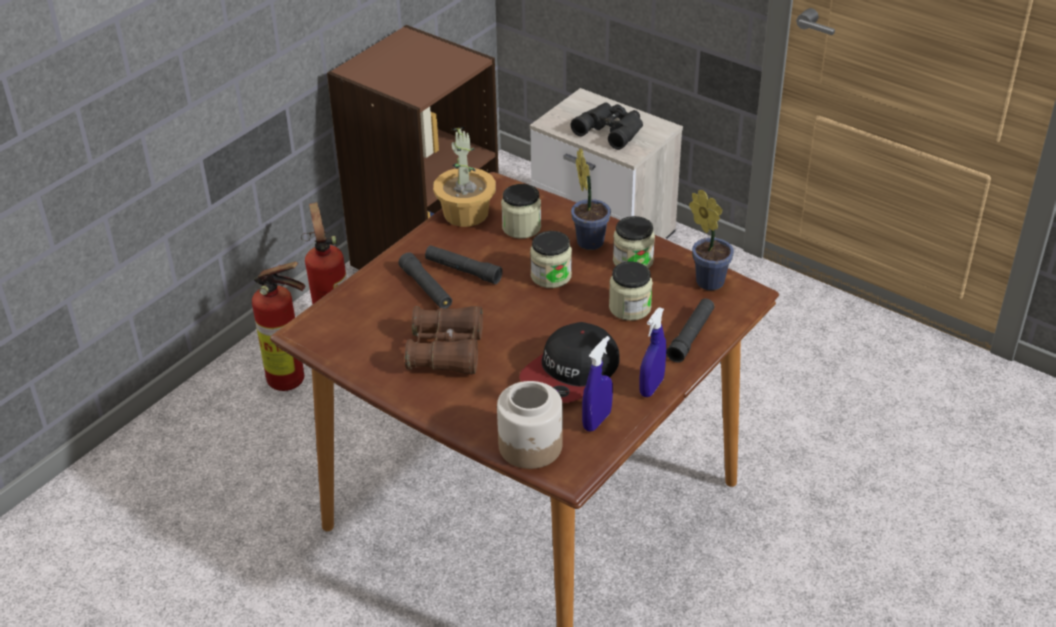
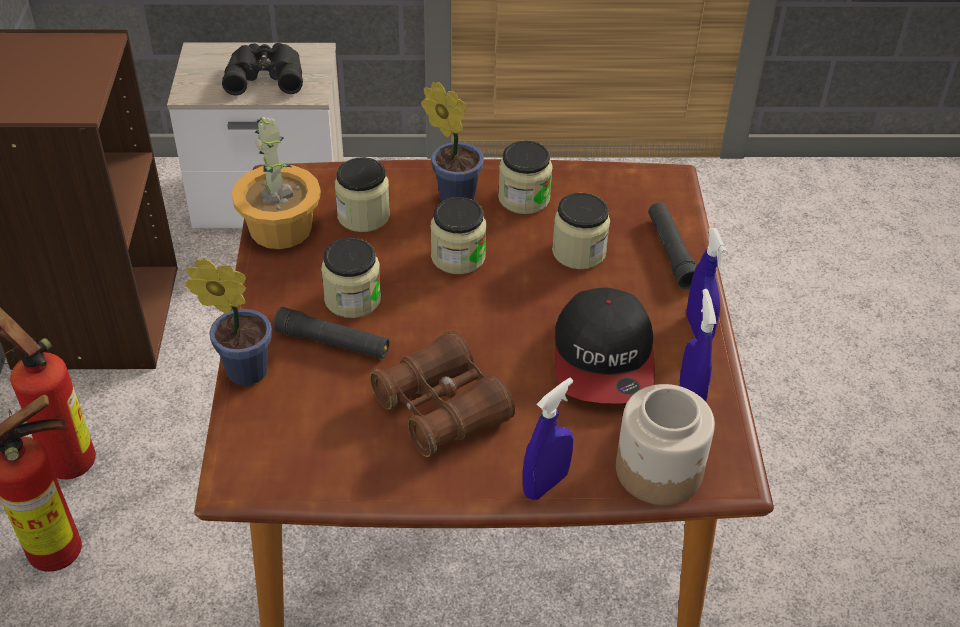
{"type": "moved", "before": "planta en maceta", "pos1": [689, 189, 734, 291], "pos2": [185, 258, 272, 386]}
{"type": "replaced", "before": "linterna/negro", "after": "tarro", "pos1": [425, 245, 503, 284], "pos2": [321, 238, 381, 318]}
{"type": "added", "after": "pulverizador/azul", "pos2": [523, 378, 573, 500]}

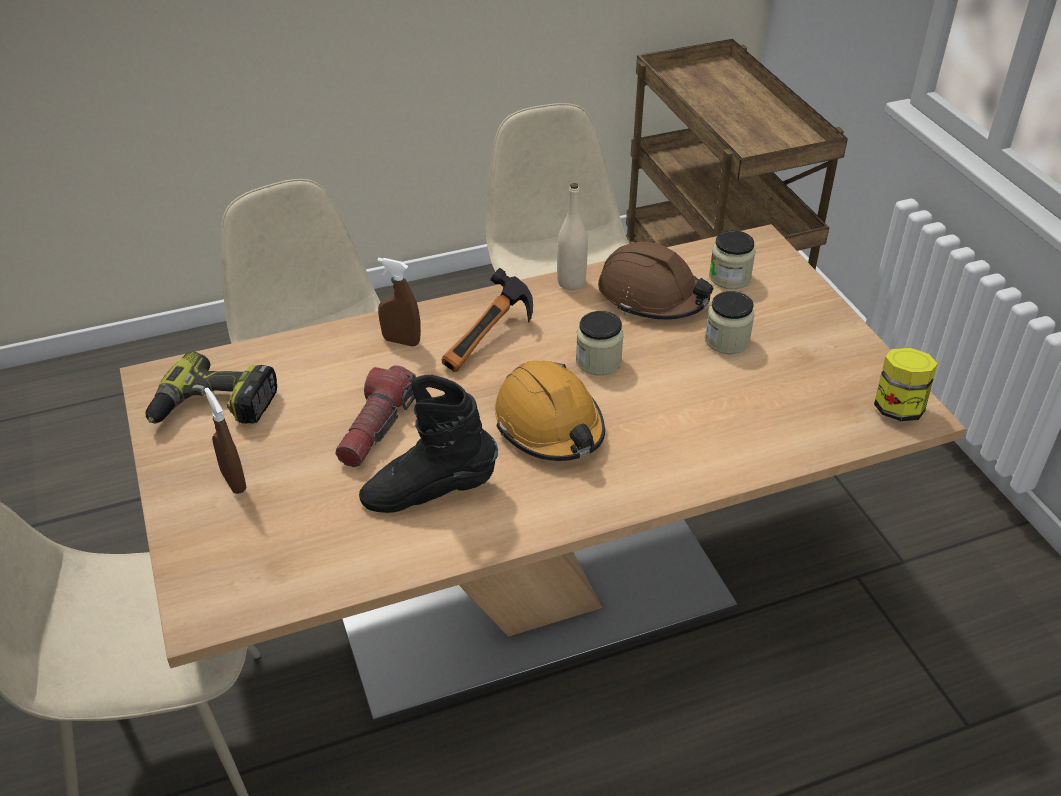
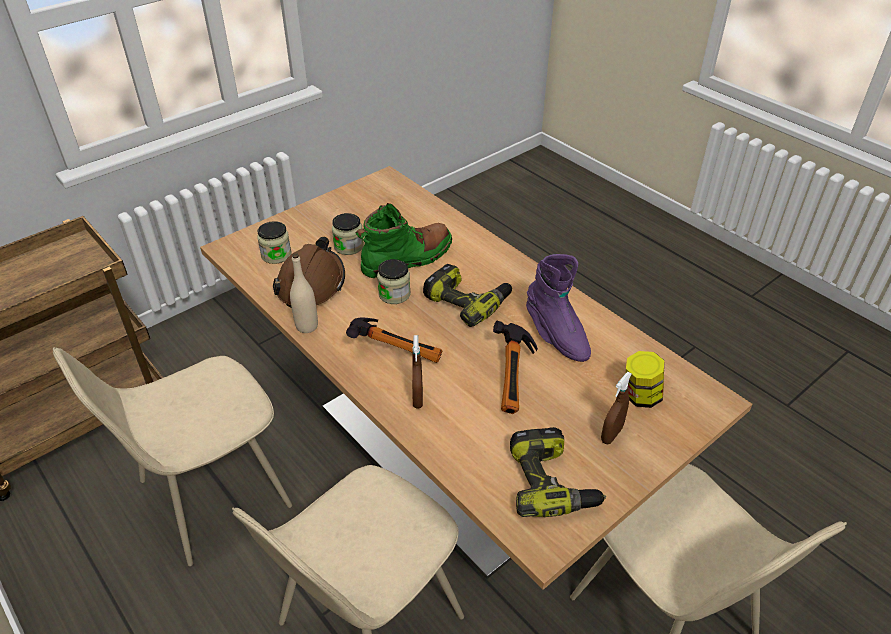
{"type": "added", "after": "bota/verde", "pos2": [355, 203, 452, 278]}
{"type": "replaced", "before": "casco/naranja", "after": "taladro", "pos1": [495, 361, 605, 461], "pos2": [423, 264, 512, 327]}
{"type": "replaced", "before": "linterna", "after": "martillo", "pos1": [335, 365, 416, 467], "pos2": [493, 321, 538, 414]}
{"type": "recoloured", "before": "bota/negro", "after": "bota/morado", "pos1": [359, 375, 498, 513], "pos2": [526, 254, 591, 362]}
{"type": "moved", "before": "tarro", "pos1": [874, 348, 938, 421], "pos2": [626, 351, 664, 408]}

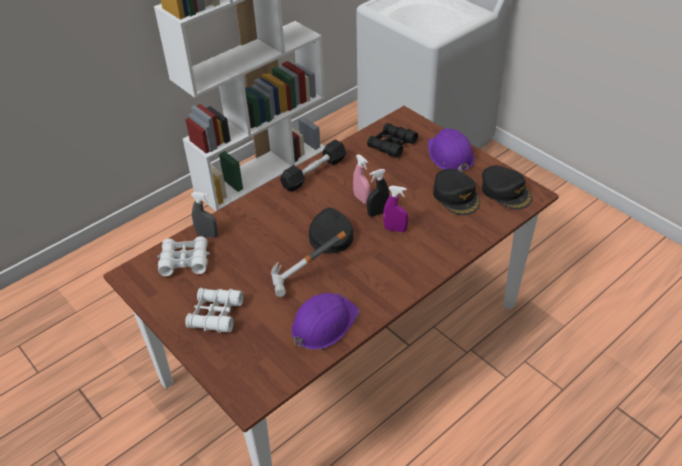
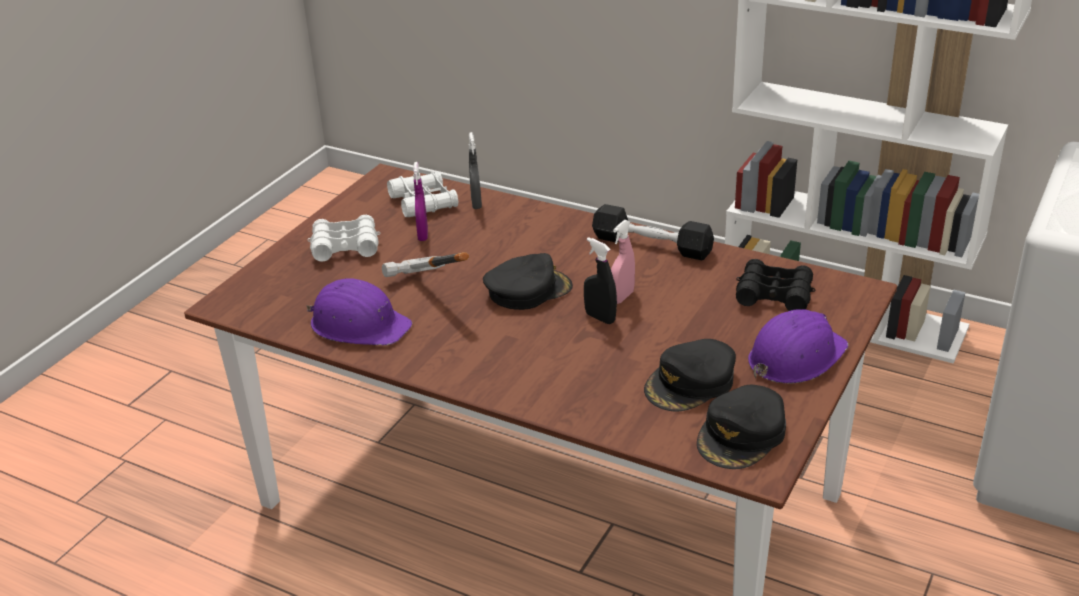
{"type": "moved", "before": "pulverizador/morado", "pos1": [383, 186, 408, 232], "pos2": [413, 162, 428, 241]}

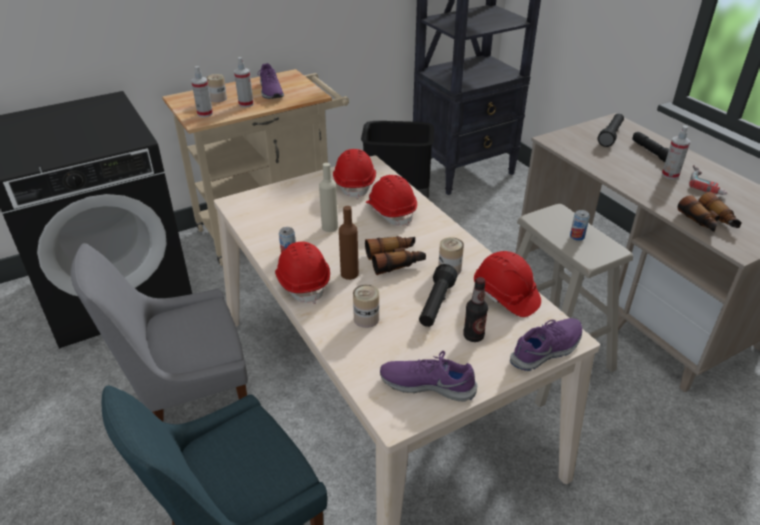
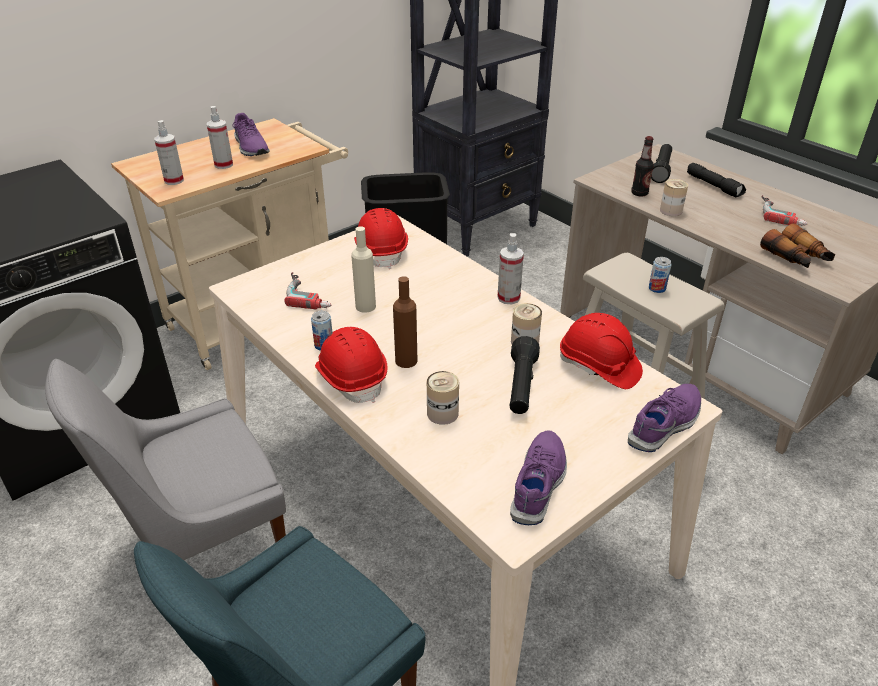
{"type": "added", "after": "taladro", "pos2": [284, 272, 331, 309]}
{"type": "moved", "before": "pulverizador", "pos1": [662, 125, 690, 179], "pos2": [497, 233, 524, 304]}
{"type": "turned", "before": "zapato/morado", "pos1": [380, 351, 477, 402], "pos2": [510, 430, 567, 525], "turn": 105}
{"type": "moved", "before": "botella", "pos1": [463, 277, 488, 342], "pos2": [631, 136, 654, 196]}
{"type": "moved", "before": "lata", "pos1": [207, 74, 227, 102], "pos2": [660, 179, 688, 216]}
{"type": "removed", "before": "prismáticos", "pos1": [365, 236, 426, 275]}
{"type": "removed", "before": "casco/rojo", "pos1": [366, 175, 417, 226]}

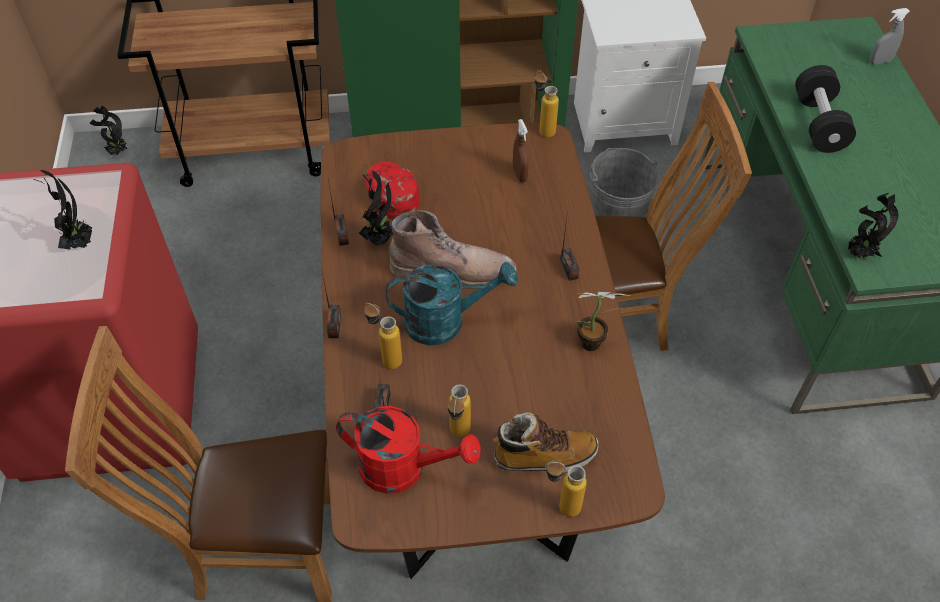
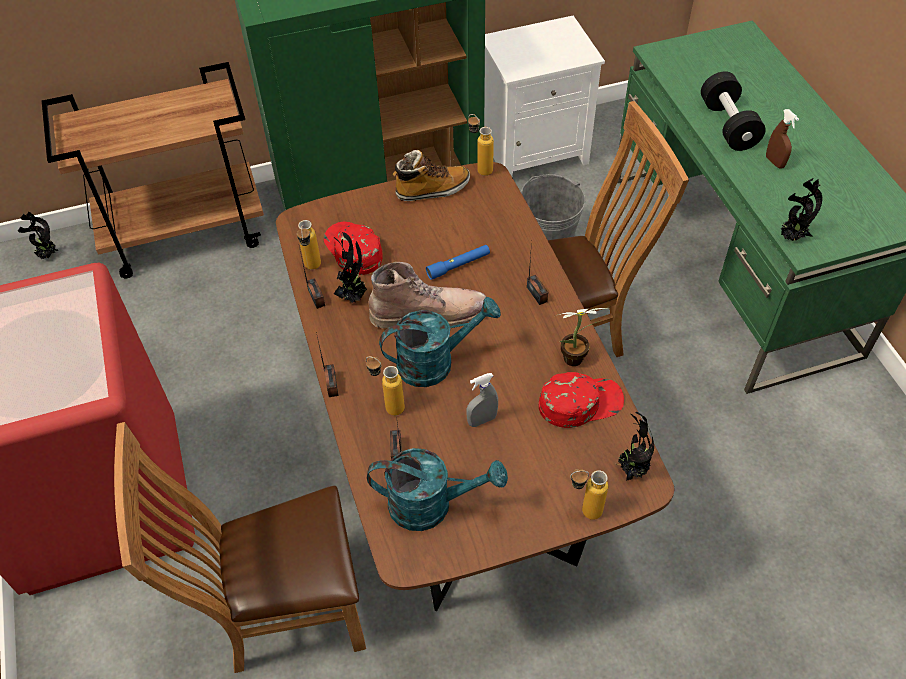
{"type": "moved", "before": "botella", "pos1": [448, 385, 471, 437], "pos2": [297, 220, 321, 270]}
{"type": "recoloured", "before": "regadera/rojo", "after": "regadera/turquesa", "pos1": [336, 406, 481, 494], "pos2": [367, 448, 508, 531]}
{"type": "moved", "before": "bota", "pos1": [493, 412, 598, 473], "pos2": [392, 150, 470, 201]}
{"type": "added", "after": "linterna/azul", "pos2": [426, 245, 490, 280]}
{"type": "moved", "before": "pulverizador/gris", "pos1": [870, 8, 910, 64], "pos2": [466, 373, 498, 427]}
{"type": "added", "after": "gorra/rojo", "pos2": [539, 372, 624, 428]}
{"type": "moved", "before": "planta en maceta", "pos1": [33, 170, 92, 249], "pos2": [617, 412, 654, 481]}
{"type": "moved", "before": "pulverizador/marrón", "pos1": [513, 119, 529, 182], "pos2": [766, 109, 799, 169]}

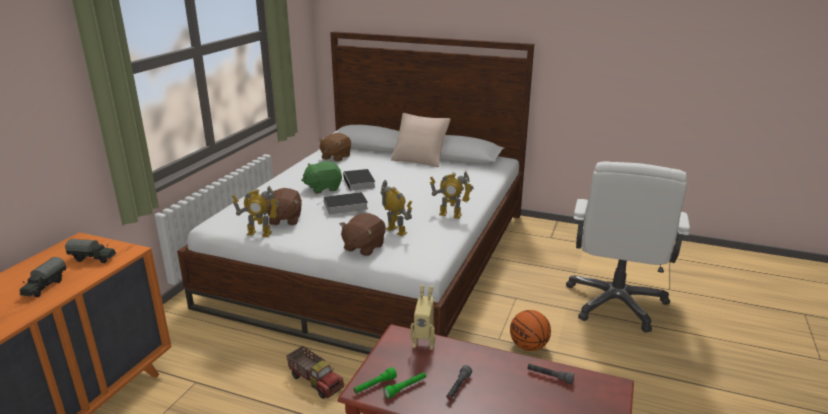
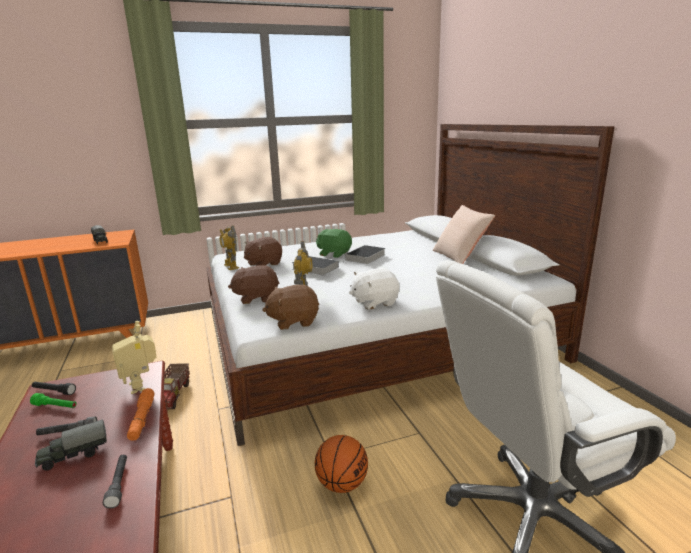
{"type": "recoloured", "before": "linterna/verde", "after": "linterna/negro", "pos1": [354, 367, 397, 393], "pos2": [32, 382, 76, 395]}
{"type": "moved", "before": "camión de juguete", "pos1": [19, 257, 67, 297], "pos2": [35, 419, 107, 471]}
{"type": "added", "after": "linterna/naranja", "pos2": [127, 388, 154, 441]}
{"type": "moved", "before": "peluche/marrón", "pos1": [318, 133, 351, 162], "pos2": [262, 285, 319, 330]}
{"type": "replaced", "before": "robot de juguete", "after": "peluche/blanco", "pos1": [430, 171, 474, 219], "pos2": [349, 268, 399, 310]}

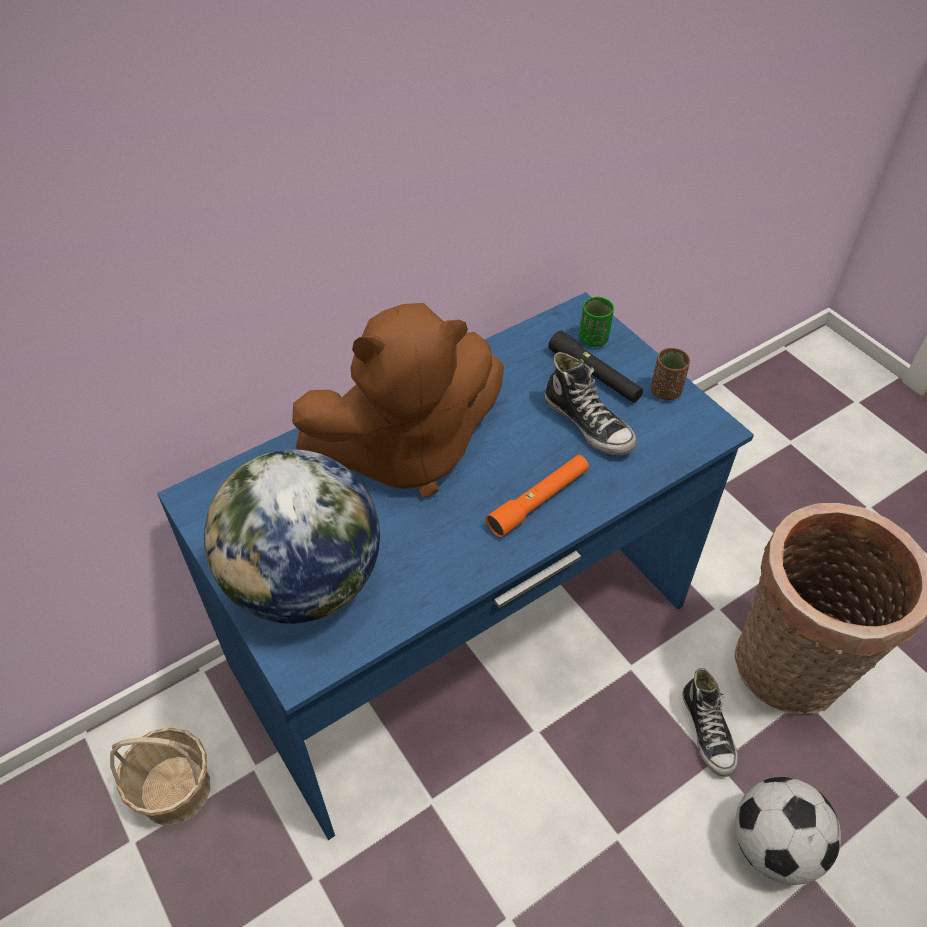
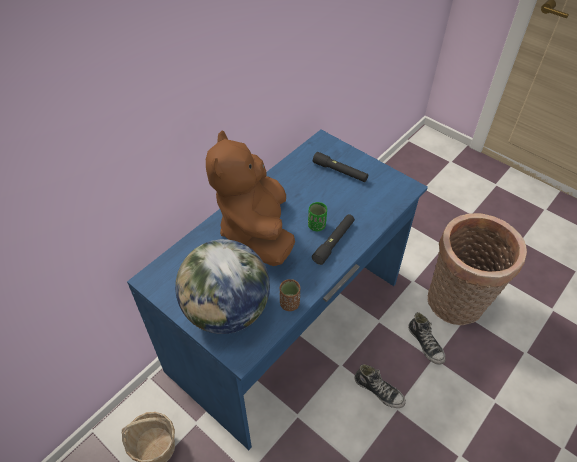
{"type": "turned", "before": "peluche/marrón", "pos1": [292, 303, 504, 497], "pos2": [206, 130, 295, 266], "turn": 120}
{"type": "moved", "before": "taza/marrón", "pos1": [651, 348, 690, 400], "pos2": [280, 279, 300, 311]}
{"type": "moved", "before": "taza/verde", "pos1": [579, 296, 614, 347], "pos2": [308, 202, 327, 231]}
{"type": "recoloured", "before": "linterna/naranja", "after": "linterna/negro", "pos1": [486, 455, 589, 537], "pos2": [312, 214, 355, 265]}
{"type": "moved", "before": "zapato", "pos1": [544, 352, 637, 455], "pos2": [354, 364, 406, 408]}
{"type": "removed", "before": "balón de fútbol", "pos1": [735, 777, 841, 885]}

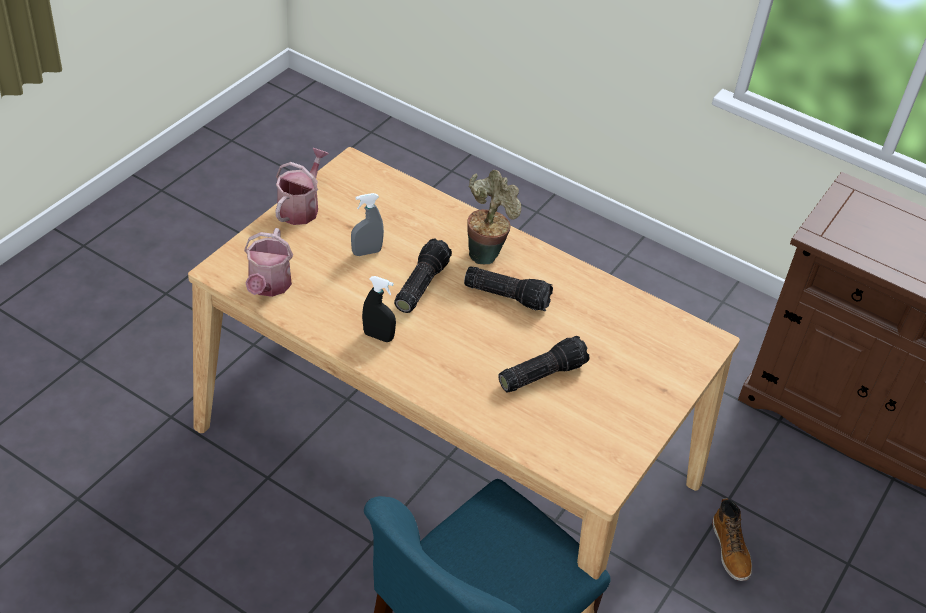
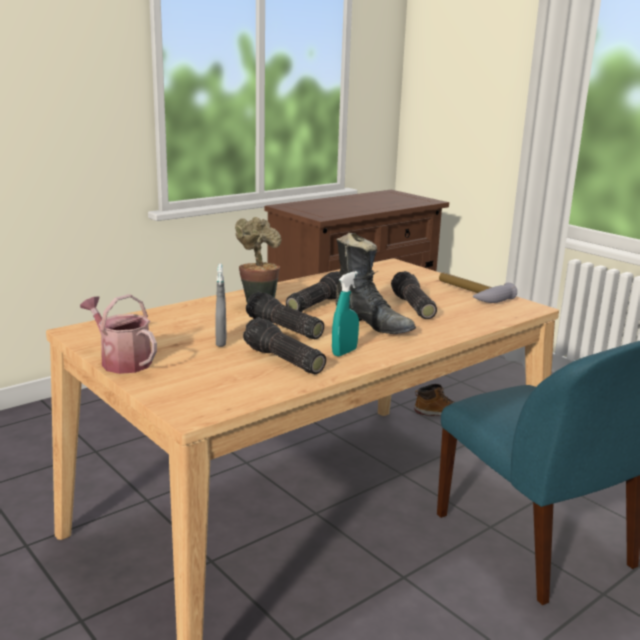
{"type": "added", "after": "linterna", "pos2": [243, 317, 326, 374]}
{"type": "recoloured", "before": "pulverizador/negro", "after": "pulverizador/turquesa", "pos1": [362, 276, 396, 342], "pos2": [332, 271, 359, 356]}
{"type": "added", "after": "bota/negro", "pos2": [335, 233, 416, 334]}
{"type": "added", "after": "martillo", "pos2": [439, 272, 517, 303]}
{"type": "removed", "before": "regadera", "pos1": [244, 228, 293, 297]}

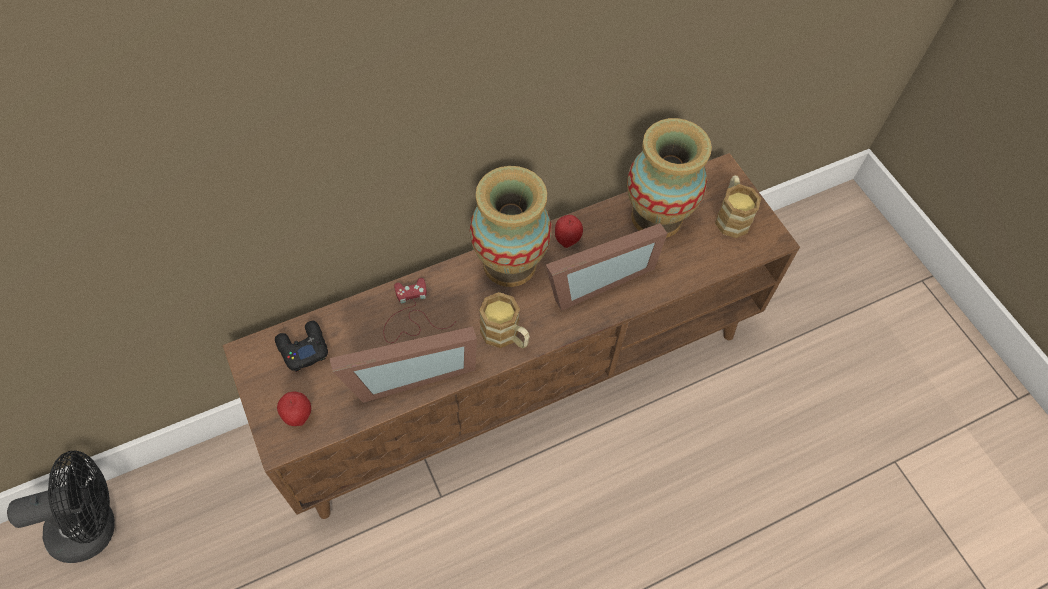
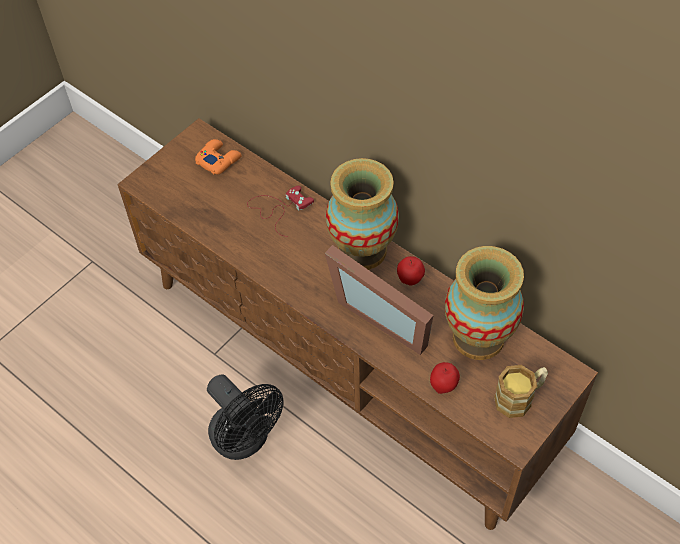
{"type": "recoloured", "before": "mando de consola/negro", "after": "mando de consola/naranja", "pos1": [275, 321, 328, 372], "pos2": [195, 139, 242, 175]}
{"type": "moved", "before": "ventilador/negro", "pos1": [7, 451, 115, 563], "pos2": [207, 374, 283, 460]}
{"type": "moved", "before": "manzana", "pos1": [277, 392, 311, 426], "pos2": [430, 362, 460, 394]}
{"type": "removed", "before": "portarretratos", "pos1": [329, 326, 477, 403]}
{"type": "removed", "before": "taza grande", "pos1": [479, 292, 530, 348]}

